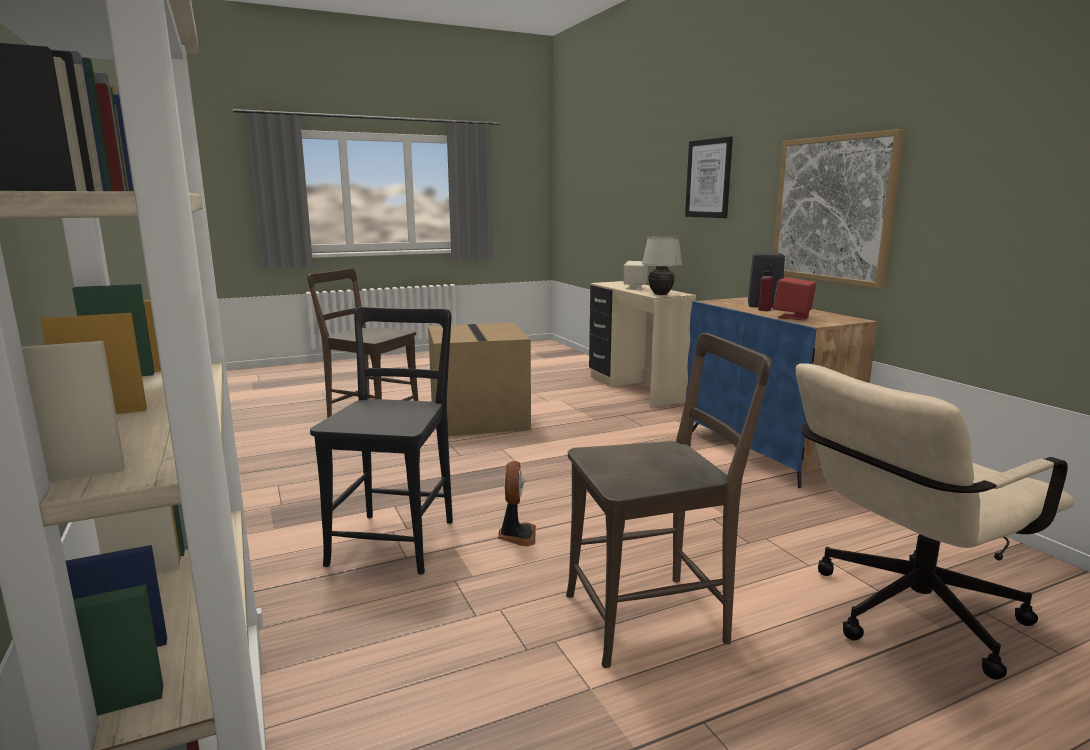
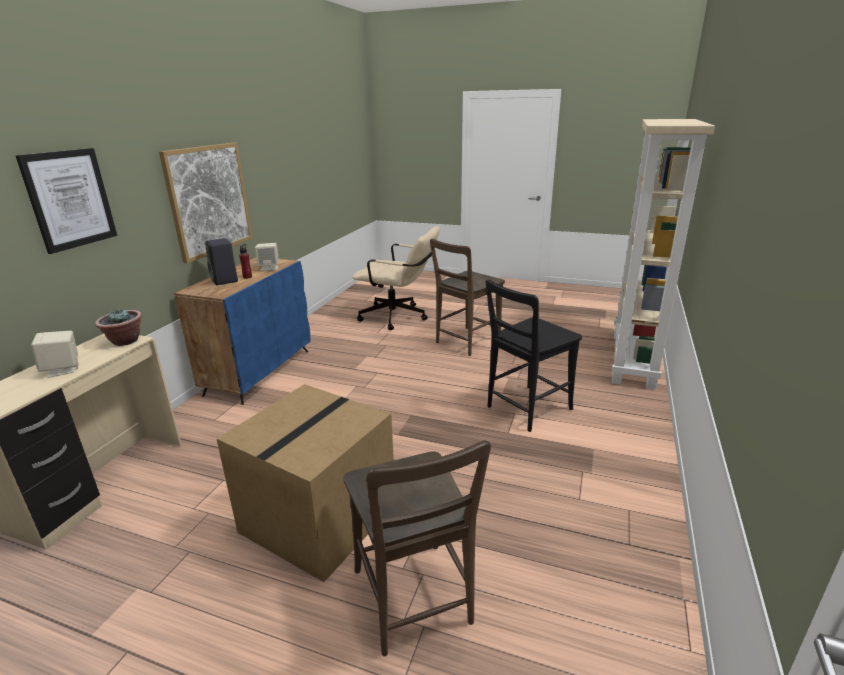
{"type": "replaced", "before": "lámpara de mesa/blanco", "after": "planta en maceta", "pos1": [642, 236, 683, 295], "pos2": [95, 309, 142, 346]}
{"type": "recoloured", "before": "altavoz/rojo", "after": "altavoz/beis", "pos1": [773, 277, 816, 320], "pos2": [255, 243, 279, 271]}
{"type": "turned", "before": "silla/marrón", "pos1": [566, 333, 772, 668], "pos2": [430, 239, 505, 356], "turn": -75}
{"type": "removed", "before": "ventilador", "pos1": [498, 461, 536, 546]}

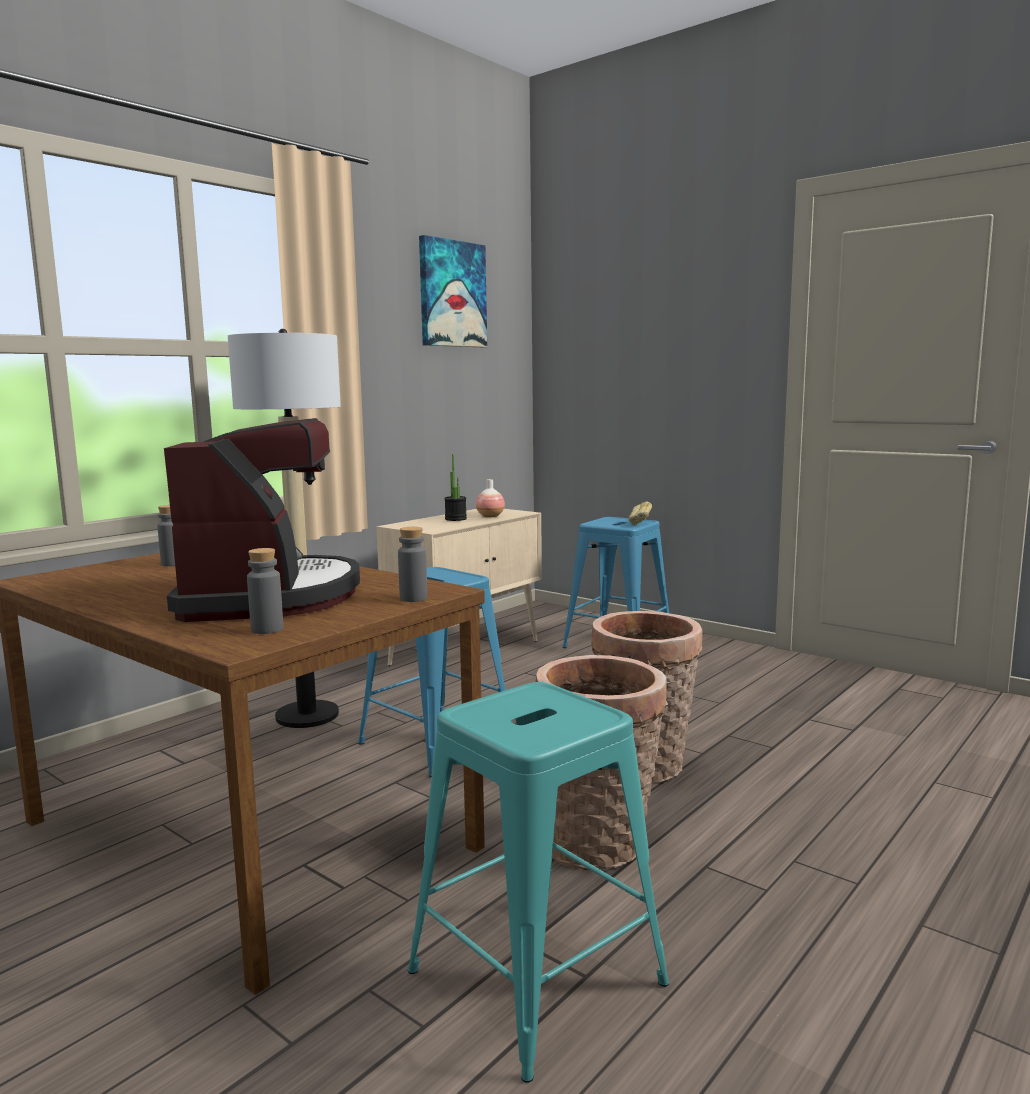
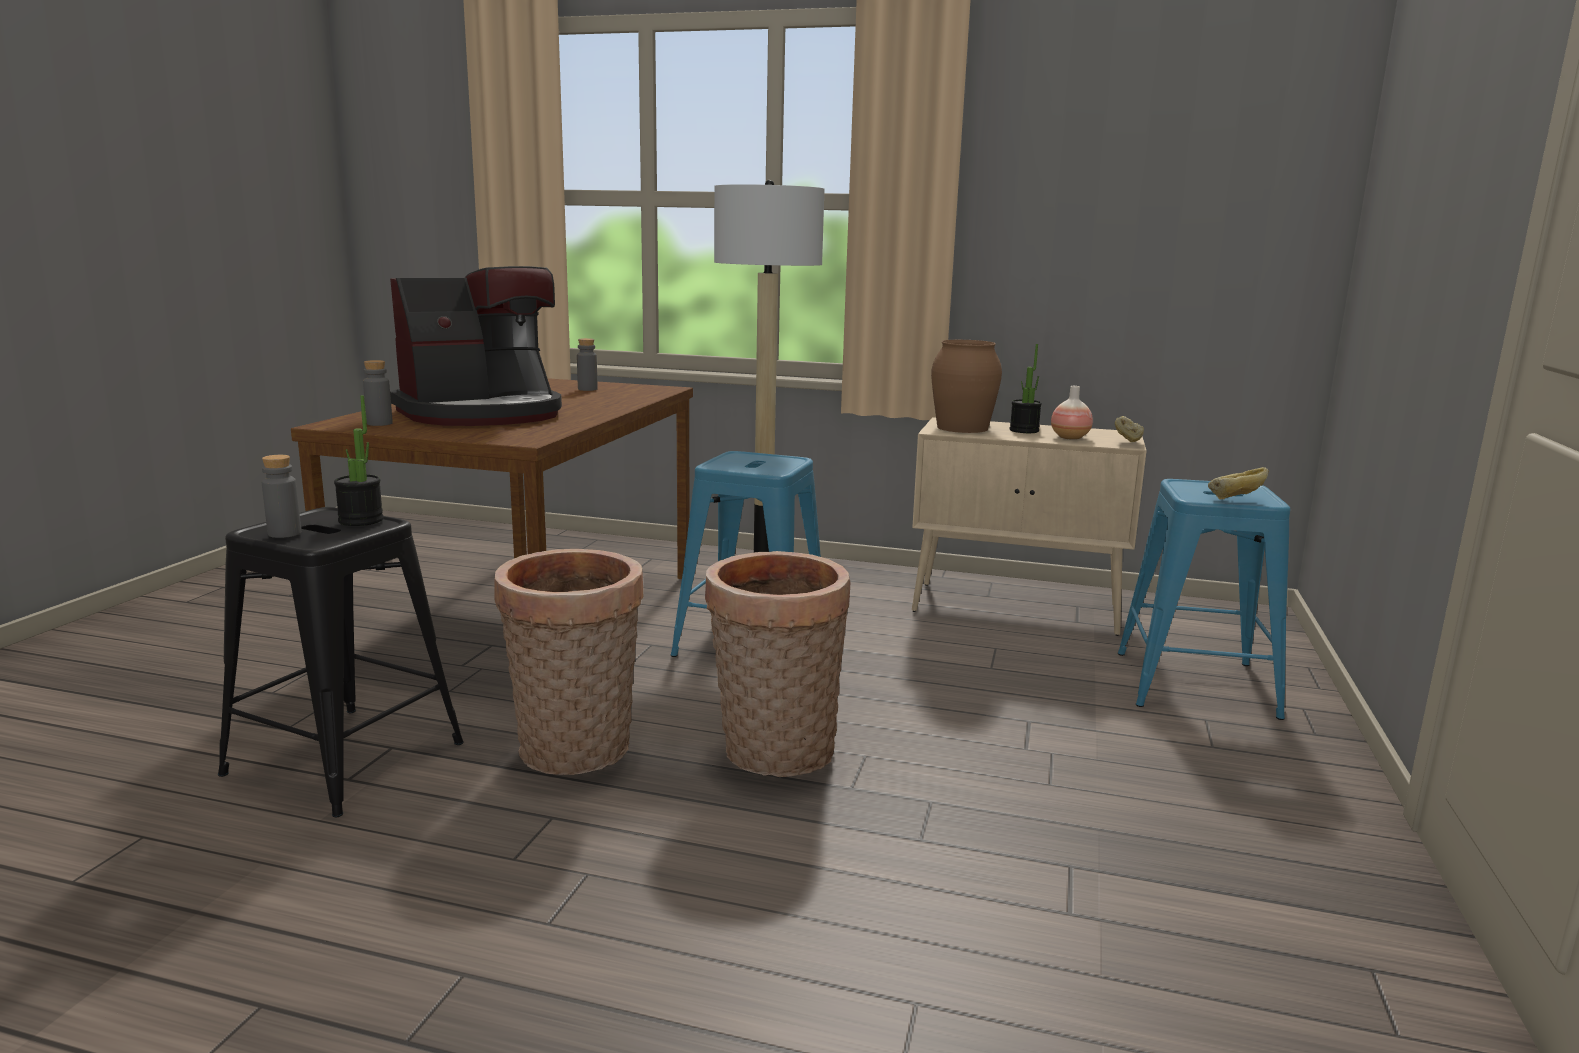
{"type": "recoloured", "before": "taburete/turquesa", "after": "taburete/negro", "pos1": [408, 682, 669, 1083], "pos2": [218, 507, 463, 817]}
{"type": "moved", "before": "botella/gris", "pos1": [398, 527, 428, 602], "pos2": [262, 455, 301, 538]}
{"type": "added", "after": "planta en maceta", "pos2": [334, 395, 384, 526]}
{"type": "added", "after": "florero/marrón", "pos2": [931, 340, 1002, 433]}
{"type": "added", "after": "pan", "pos2": [1115, 416, 1144, 442]}
{"type": "removed", "before": "cuadro", "pos1": [419, 235, 487, 347]}

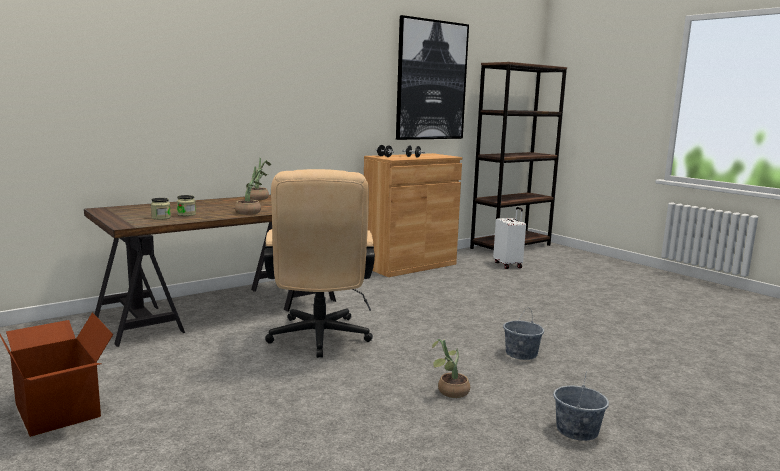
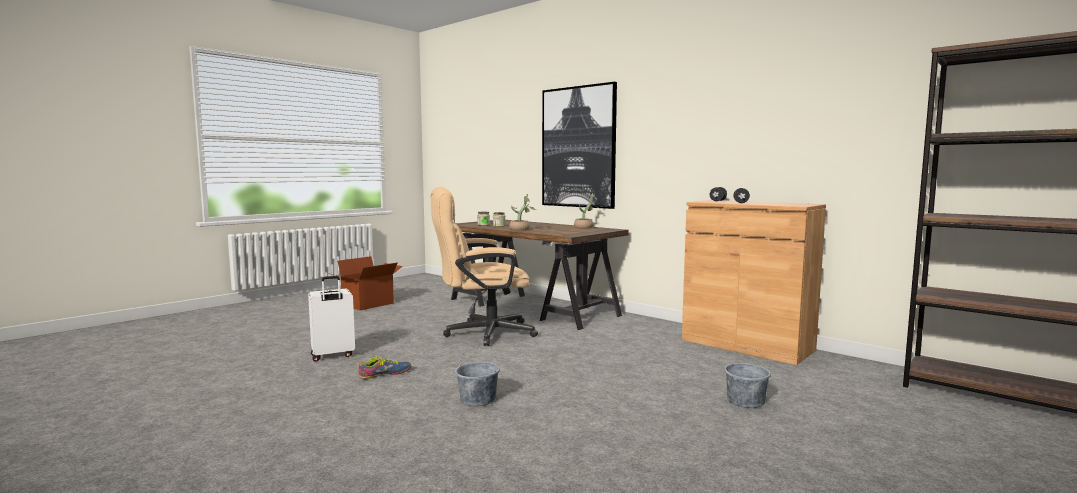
{"type": "moved", "before": "maleta/blanco", "pos1": [493, 207, 526, 269], "pos2": [308, 276, 355, 362]}
{"type": "replaced", "before": "planta en maceta", "after": "zapato", "pos1": [432, 339, 470, 398], "pos2": [358, 356, 411, 379]}
{"type": "moved", "before": "cuadro", "pos1": [396, 15, 469, 140], "pos2": [542, 82, 617, 209]}
{"type": "moved", "before": "cubo/gris", "pos1": [553, 371, 609, 441], "pos2": [724, 348, 771, 408]}

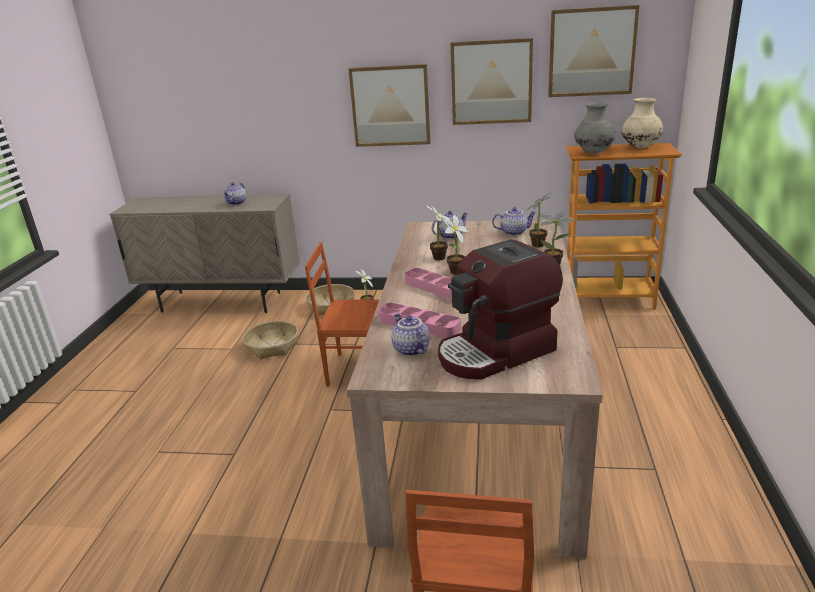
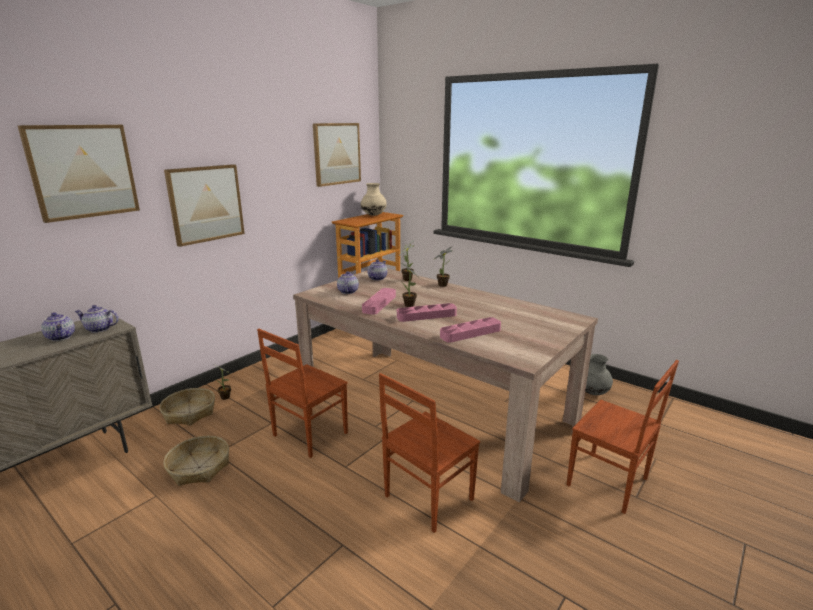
{"type": "moved", "before": "cuadro", "pos1": [451, 38, 533, 125], "pos2": [17, 125, 140, 223]}
{"type": "moved", "before": "tetera", "pos1": [391, 313, 430, 356], "pos2": [74, 305, 119, 333]}
{"type": "replaced", "before": "planta en maceta", "after": "bandeja/rosa", "pos1": [426, 204, 449, 260], "pos2": [362, 288, 396, 315]}
{"type": "added", "after": "silla/marrón", "pos2": [379, 373, 480, 533]}
{"type": "moved", "before": "florero/gris", "pos1": [574, 103, 615, 154], "pos2": [585, 354, 613, 395]}
{"type": "removed", "before": "cafetera", "pos1": [438, 239, 563, 379]}

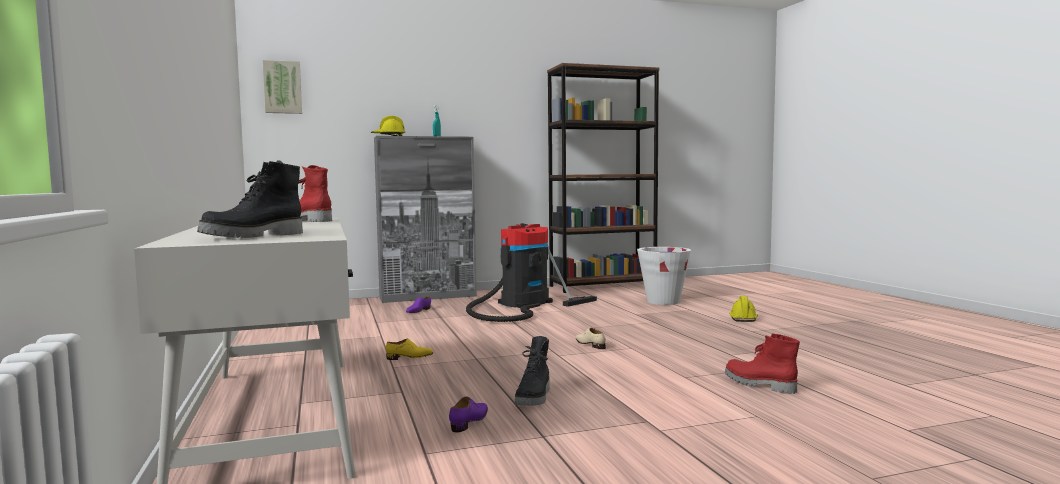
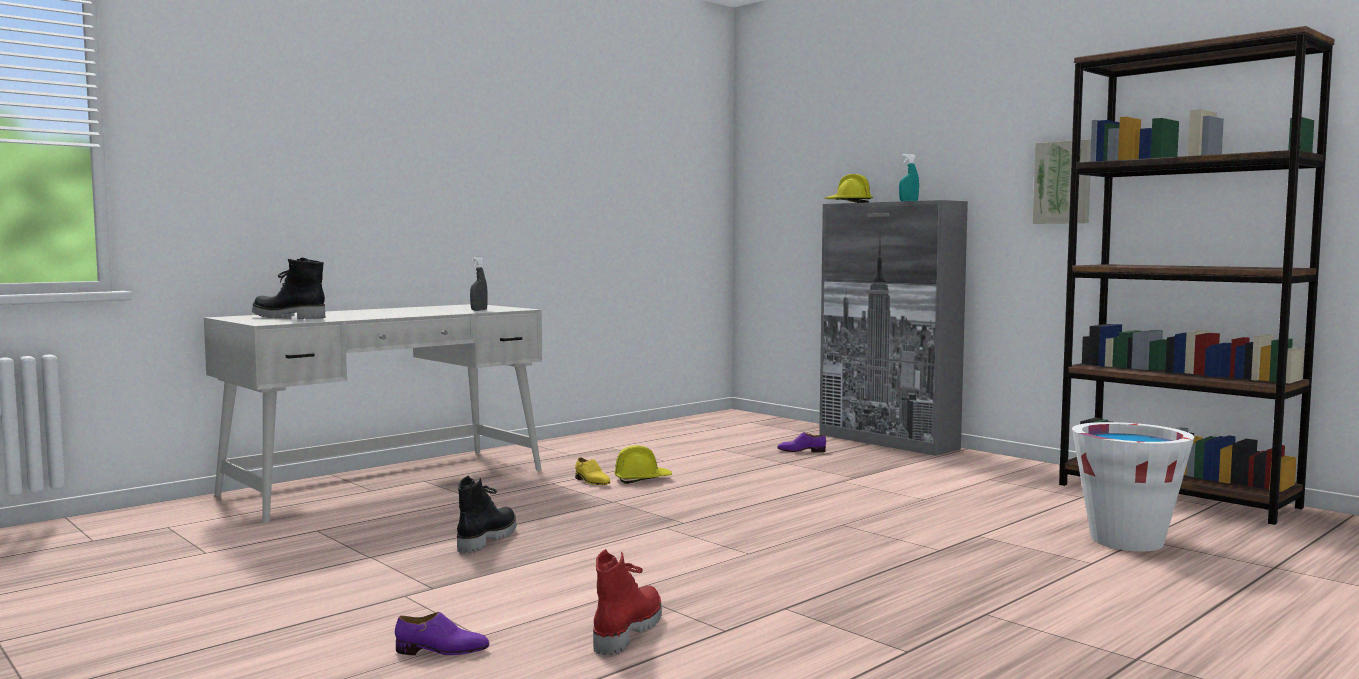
{"type": "moved", "before": "zapato/morado", "pos1": [449, 397, 488, 432], "pos2": [395, 612, 489, 655]}
{"type": "turned", "before": "bota/negro", "pos1": [515, 336, 550, 406], "pos2": [457, 476, 517, 553], "turn": 120}
{"type": "replaced", "before": "bota/rojo", "after": "pulverizador/gris", "pos1": [298, 165, 332, 222], "pos2": [470, 257, 488, 311]}
{"type": "moved", "before": "casco/amarillo", "pos1": [729, 296, 758, 322], "pos2": [615, 445, 672, 484]}
{"type": "moved", "before": "cuadro", "pos1": [263, 60, 302, 114], "pos2": [1033, 139, 1091, 224]}
{"type": "removed", "before": "aspiradora", "pos1": [466, 223, 597, 322]}
{"type": "removed", "before": "zapato/beis", "pos1": [576, 328, 606, 349]}

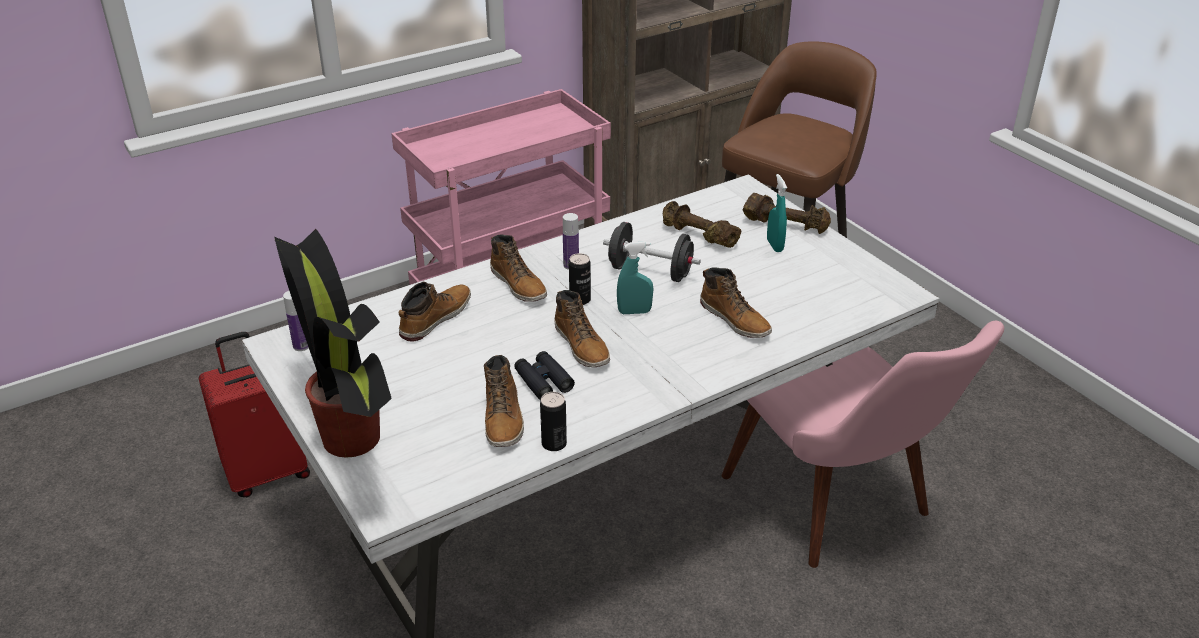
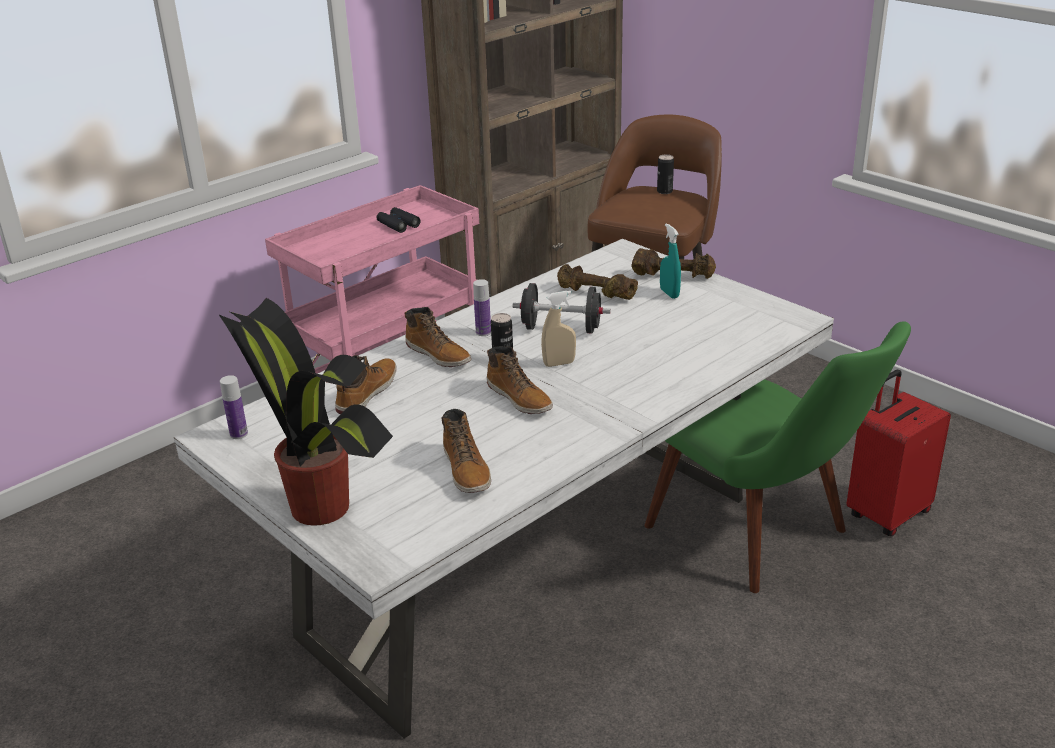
{"type": "moved", "before": "prismáticos/negro", "pos1": [514, 351, 575, 400], "pos2": [376, 207, 421, 233]}
{"type": "recoloured", "before": "pulverizador/turquesa", "after": "pulverizador/beis", "pos1": [617, 241, 654, 314], "pos2": [541, 291, 576, 367]}
{"type": "recoloured", "before": "silla/rosa", "after": "silla/verde", "pos1": [722, 321, 1004, 568], "pos2": [644, 321, 911, 593]}
{"type": "moved", "before": "lata", "pos1": [540, 392, 567, 451], "pos2": [657, 154, 674, 194]}
{"type": "moved", "before": "maleta/rojo", "pos1": [199, 332, 310, 497], "pos2": [846, 370, 951, 536]}
{"type": "removed", "before": "bota", "pos1": [700, 267, 772, 338]}

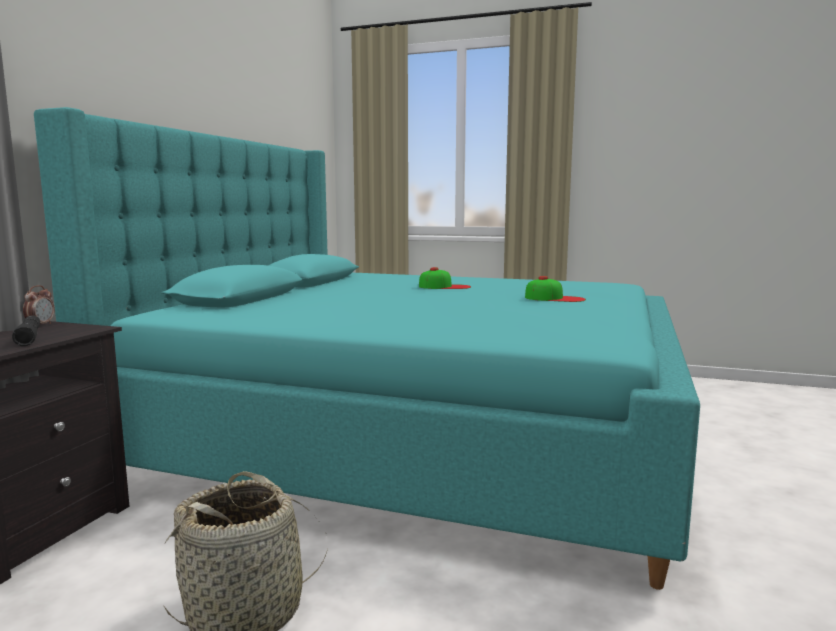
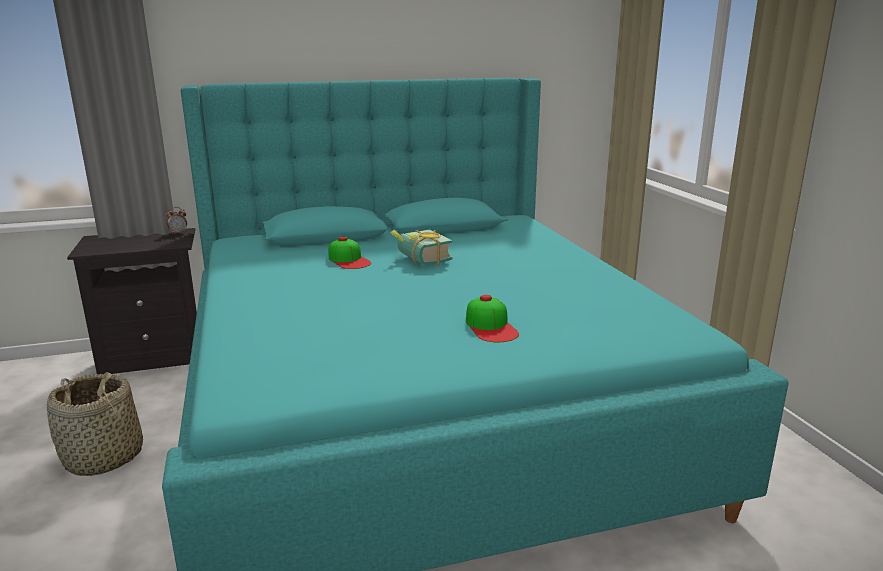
{"type": "moved", "before": "gorra", "pos1": [419, 267, 471, 289], "pos2": [329, 237, 371, 269]}
{"type": "added", "after": "libro", "pos2": [391, 230, 453, 266]}
{"type": "removed", "before": "linterna/negro", "pos1": [12, 315, 40, 346]}

